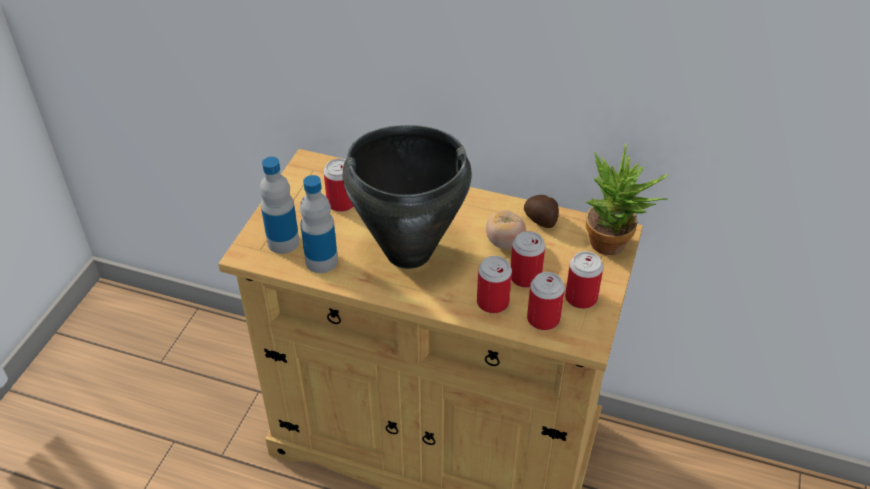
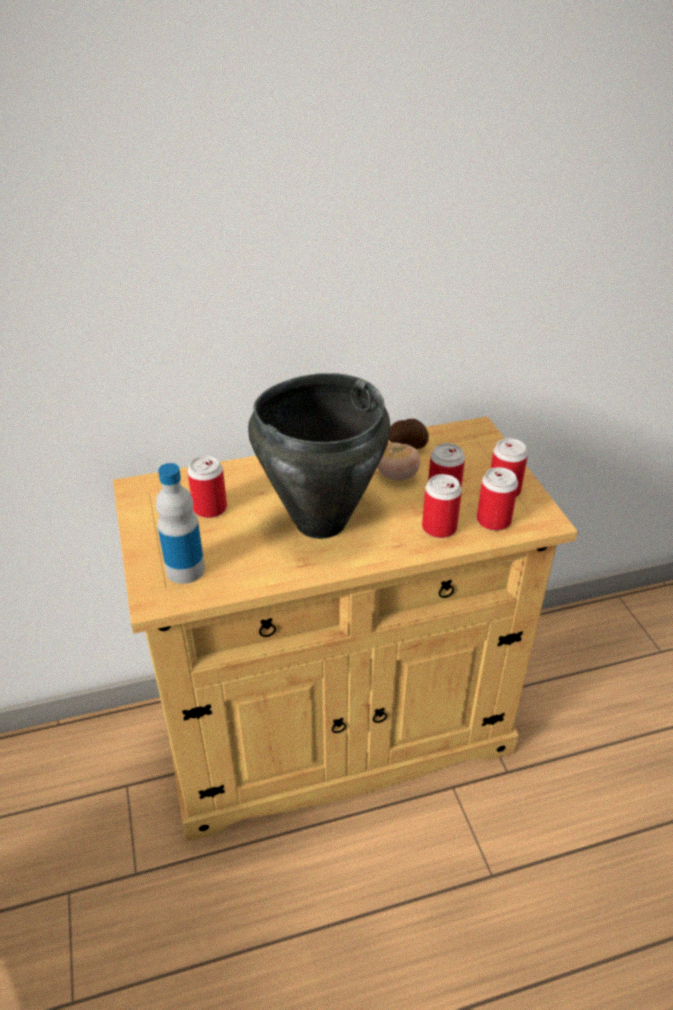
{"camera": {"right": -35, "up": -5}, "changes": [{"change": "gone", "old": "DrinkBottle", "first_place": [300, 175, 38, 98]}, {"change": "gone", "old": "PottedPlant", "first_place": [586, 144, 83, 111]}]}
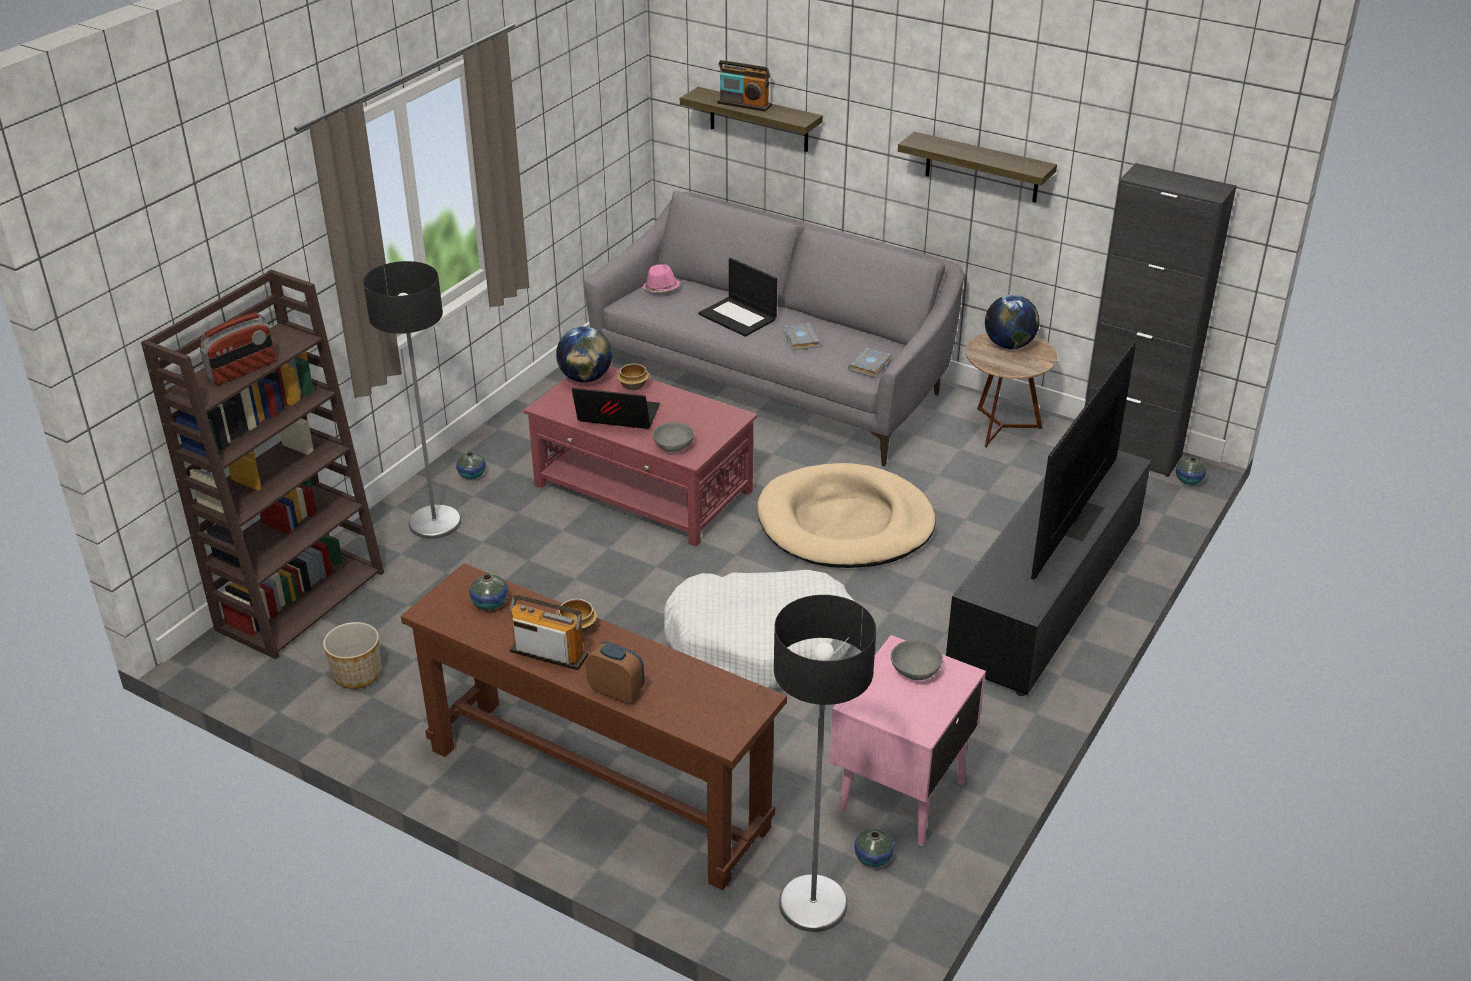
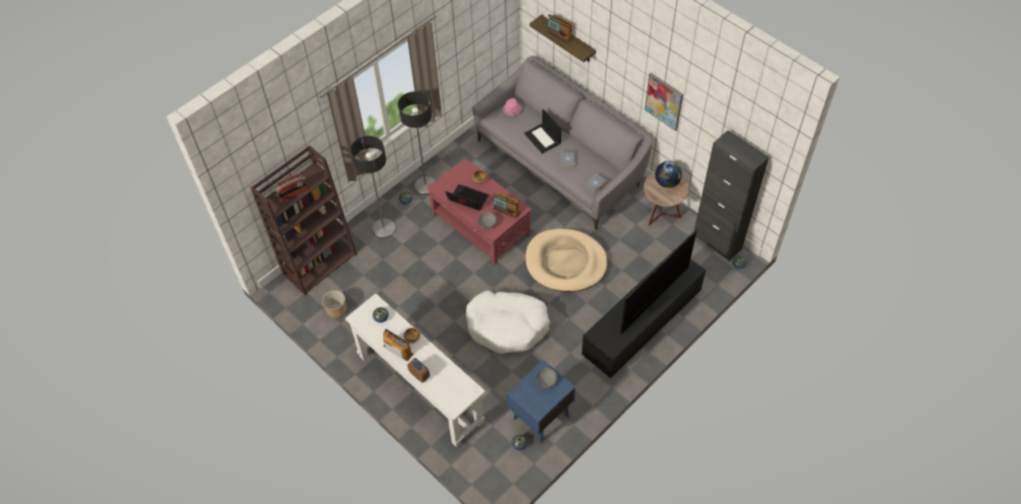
{"camera": {"right": 15, "up": 20}, "changes": [{"change": "repainted", "old": "BrownColouredNarrowTable", "new": "WhiteColouredNarrowTable", "first_place": [401, 563, 386, 327], "second_place": [345, 293, 140, 154]}, {"change": "shifted", "old": "StandardLamp", "first_place": [774, 595, 102, 337], "second_place": [398, 91, 38, 104]}, {"change": "new", "new": "RadioSet", "second_place": [493, 193, 28, 25]}, {"change": "repainted", "old": "PinkColouredNightstand", "new": "BlueNightstand", "first_place": [830, 635, 156, 210], "second_place": [507, 360, 68, 83]}, {"change": "swapped", "old": "WallShelf", "new": "WallPicture", "first_place": [898, 132, 159, 71], "second_place": [645, 73, 38, 58]}, {"change": "gone", "old": "DeskGlobe", "first_place": [556, 326, 56, 57]}]}
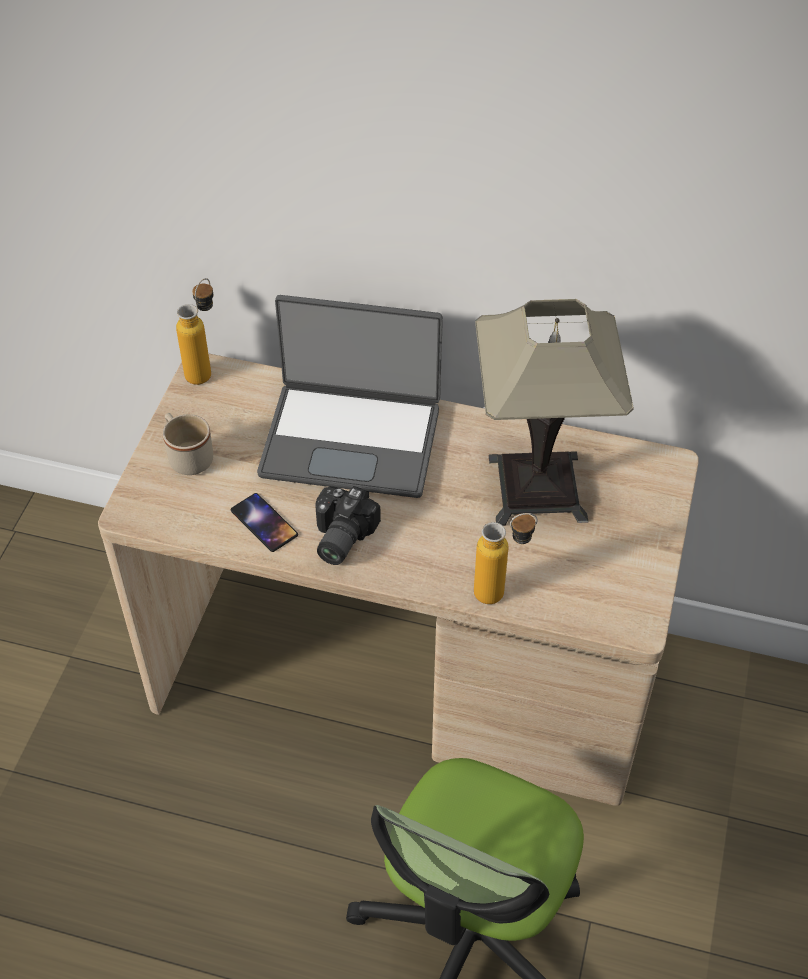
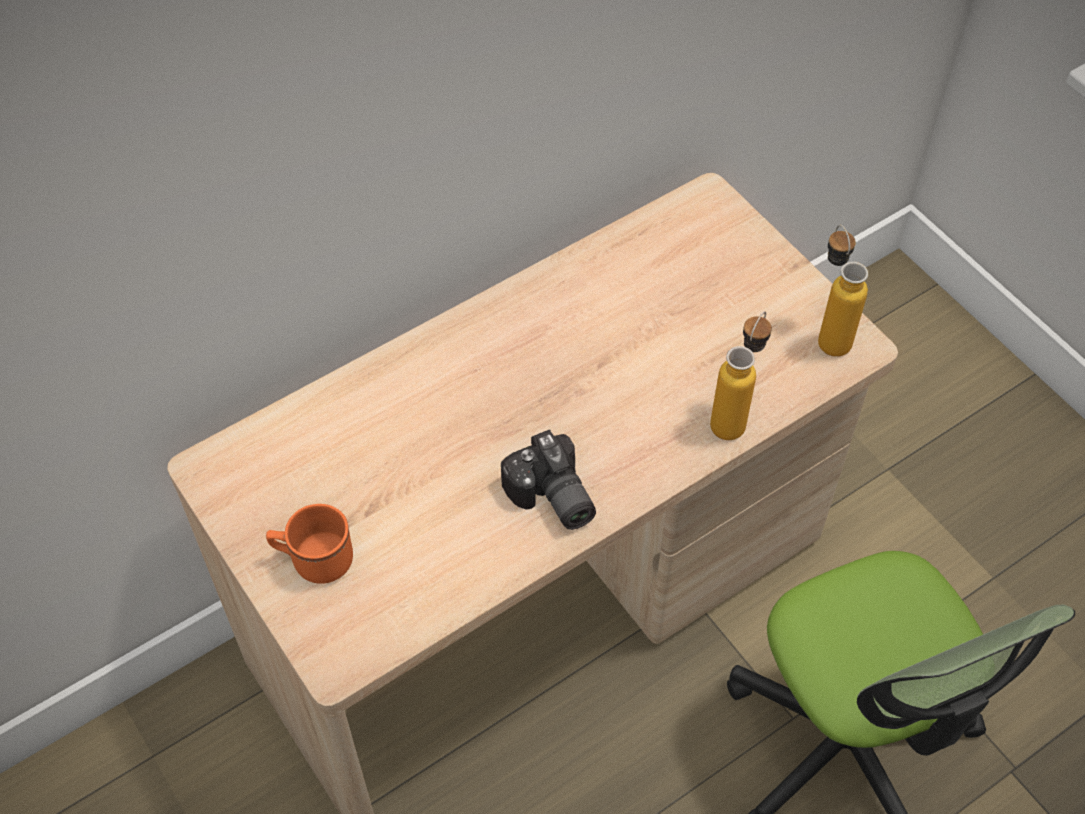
{"camera": {"right": -50, "up": 5}, "changes": [{"change": "repainted", "old": "BeigeColouredMug", "new": "OrangeMug", "first_place": [162, 413, 51, 62], "second_place": [266, 504, 87, 80]}, {"change": "shifted", "old": "DrinkBottle", "first_place": [176, 278, 37, 107], "second_place": [818, 225, 50, 132]}, {"change": "gone", "old": "Handset", "first_place": [231, 493, 67, 59]}, {"change": "gone", "old": "Laptop", "first_place": [257, 295, 186, 203]}, {"change": "gone", "old": "LampForATable", "first_place": [475, 299, 159, 227]}]}
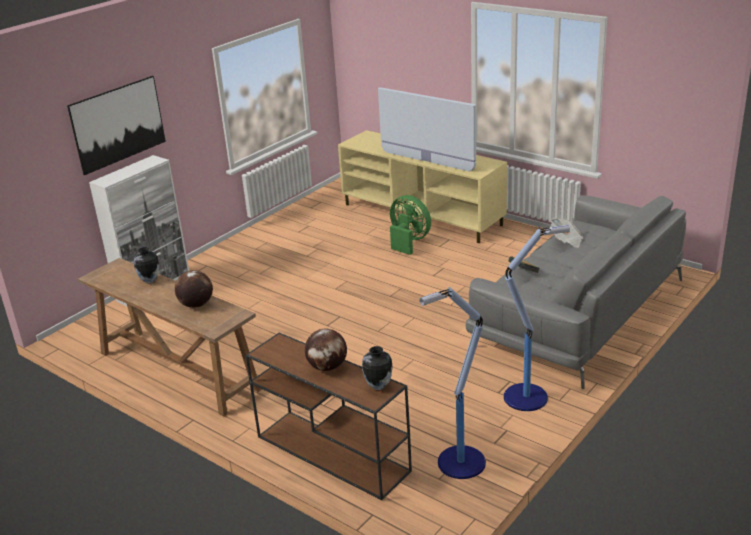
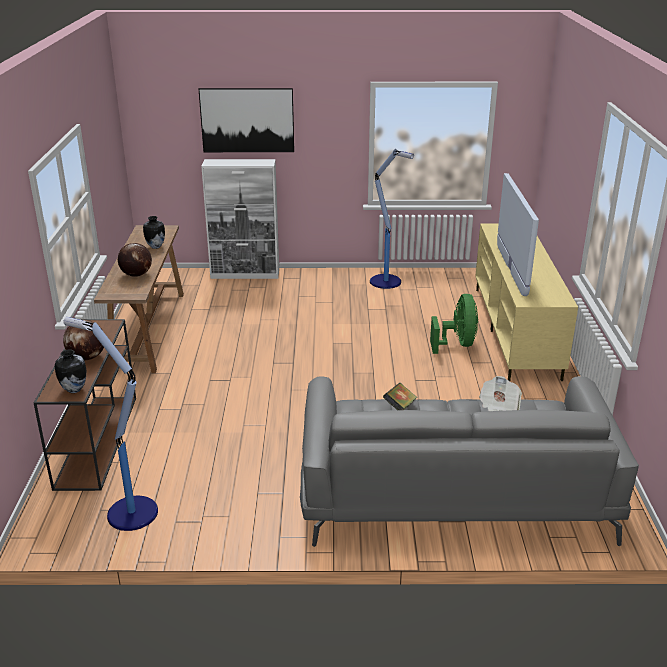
{"camera": {"right": 50, "up": 0}, "changes": [{"change": "shifted", "old": "StandardLamp", "first_place": [504, 225, 66, 186], "second_place": [370, 149, 44, 140]}]}
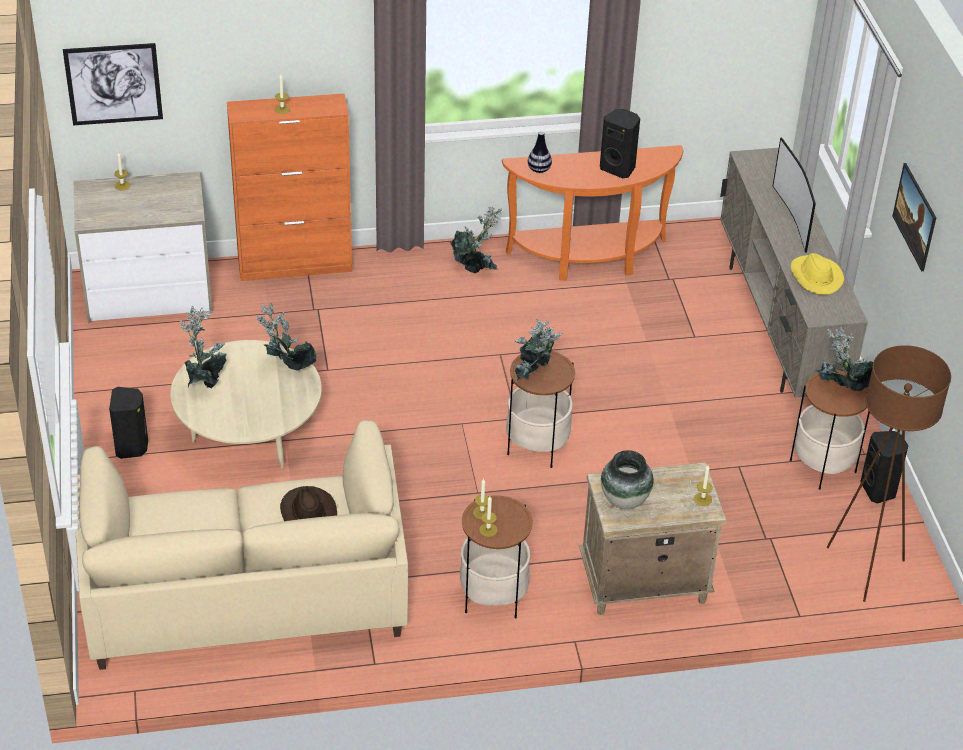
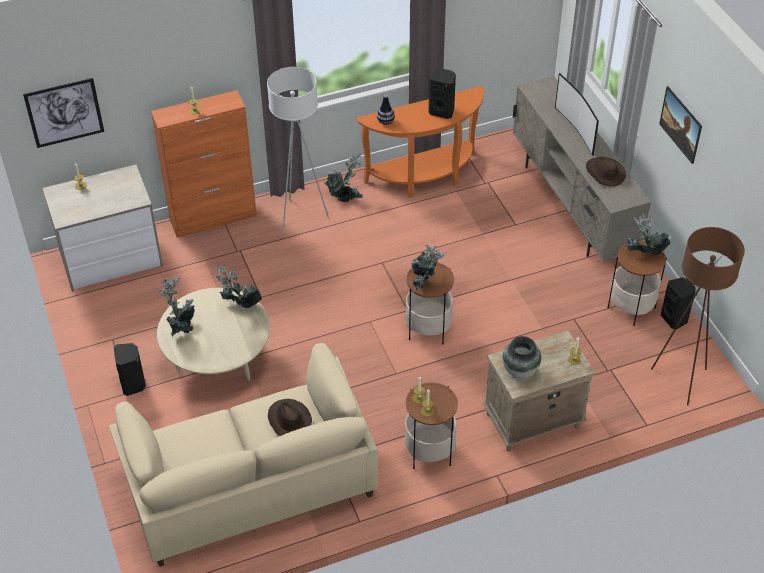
{"camera": {"right": -10, "up": 5}, "changes": [{"change": "new", "new": "WhiteColouredStandardLamp", "second_place": [267, 67, 62, 165]}, {"change": "repainted", "old": "YellowHat", "new": "BrownColouredHat", "first_place": [791, 253, 53, 42], "second_place": [586, 157, 40, 30]}]}
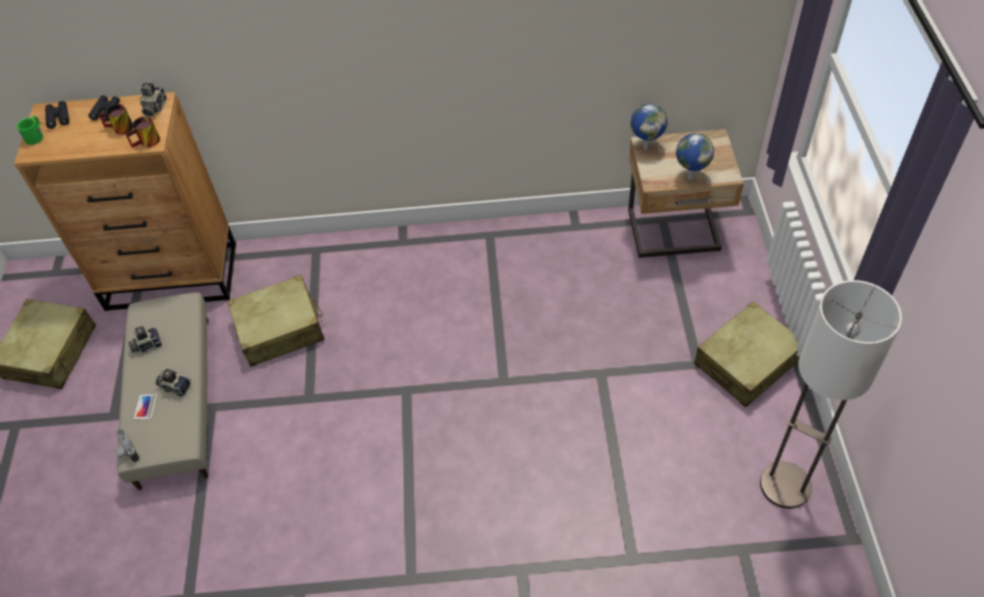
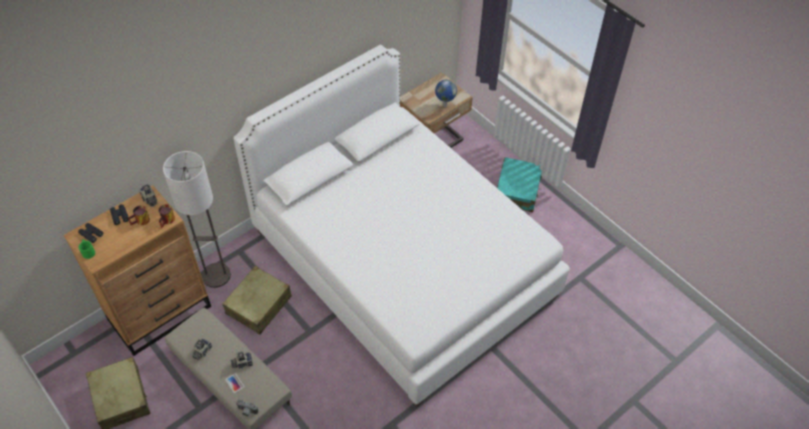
{"camera": {"right": -40, "up": 0}, "changes": [{"change": "shifted", "old": "StandardLamp", "first_place": [760, 280, 142, 229], "second_place": [163, 151, 68, 137]}, {"change": "new", "new": "WhiteColouredSleepingBed", "second_place": [233, 45, 337, 361]}, {"change": "repainted", "old": "BeigeColouredSuitcase", "new": "TurquoiseSuitcase", "first_place": [694, 302, 106, 105], "second_place": [497, 157, 45, 55]}, {"change": "gone", "old": "DeskGlobe", "first_place": [631, 103, 36, 47]}]}
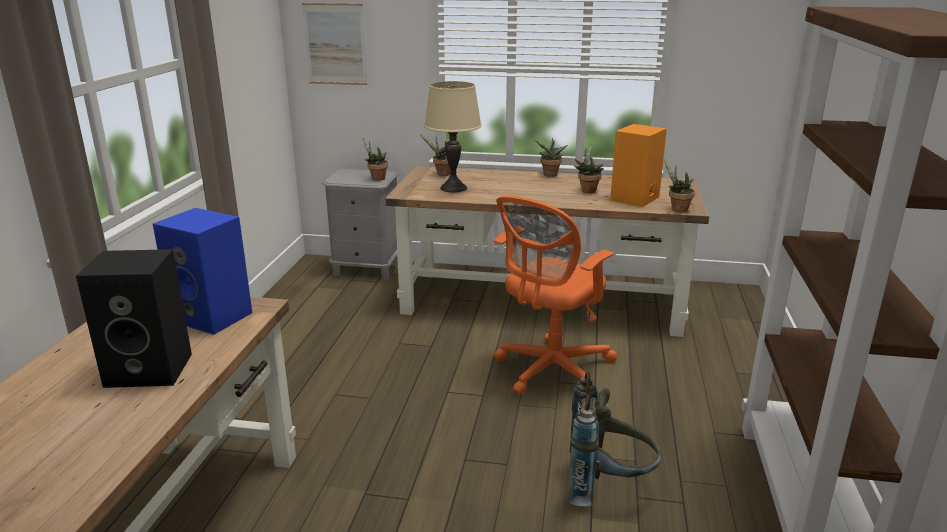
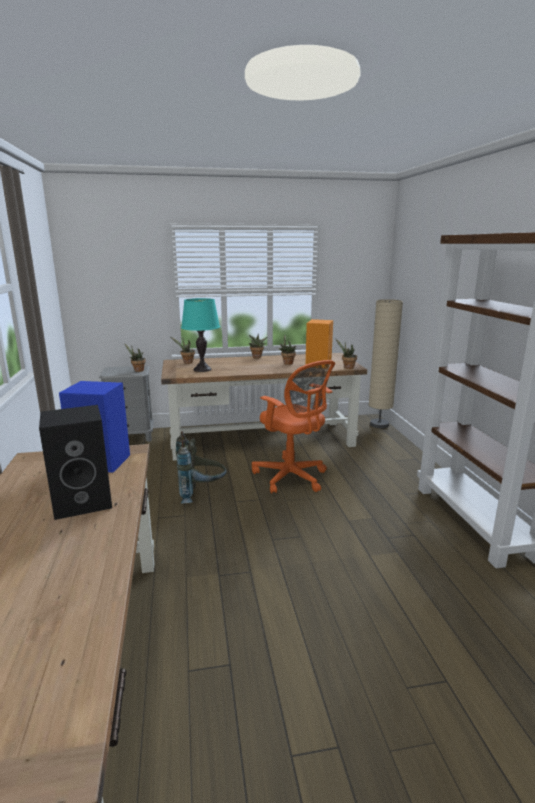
{"camera": {"right": -20, "up": -5}, "changes": [{"change": "shifted", "old": "GreyishRucksack", "first_place": [569, 372, 92, 134], "second_place": [176, 431, 51, 73]}, {"change": "repainted", "old": "BeigeColouredLampForATable", "new": "TurquoiseLampForATable", "first_place": [424, 81, 58, 111], "second_place": [181, 298, 39, 74]}, {"change": "rotated", "old": "OrangeComputerChair", "first_place": [494, 196, 123, 199], "second_place": [252, 360, 83, 134], "degrees": -60}, {"change": "new", "new": "BeigeColouredStandardLamp", "second_place": [369, 299, 34, 129]}, {"change": "gone", "old": "WallPicture", "first_place": [302, 3, 65, 82]}]}
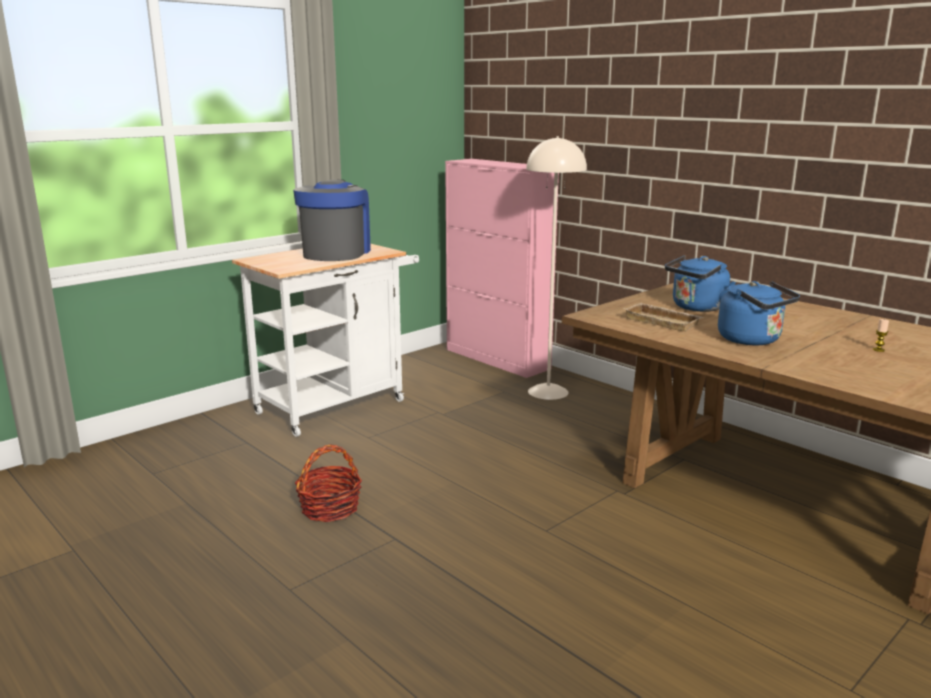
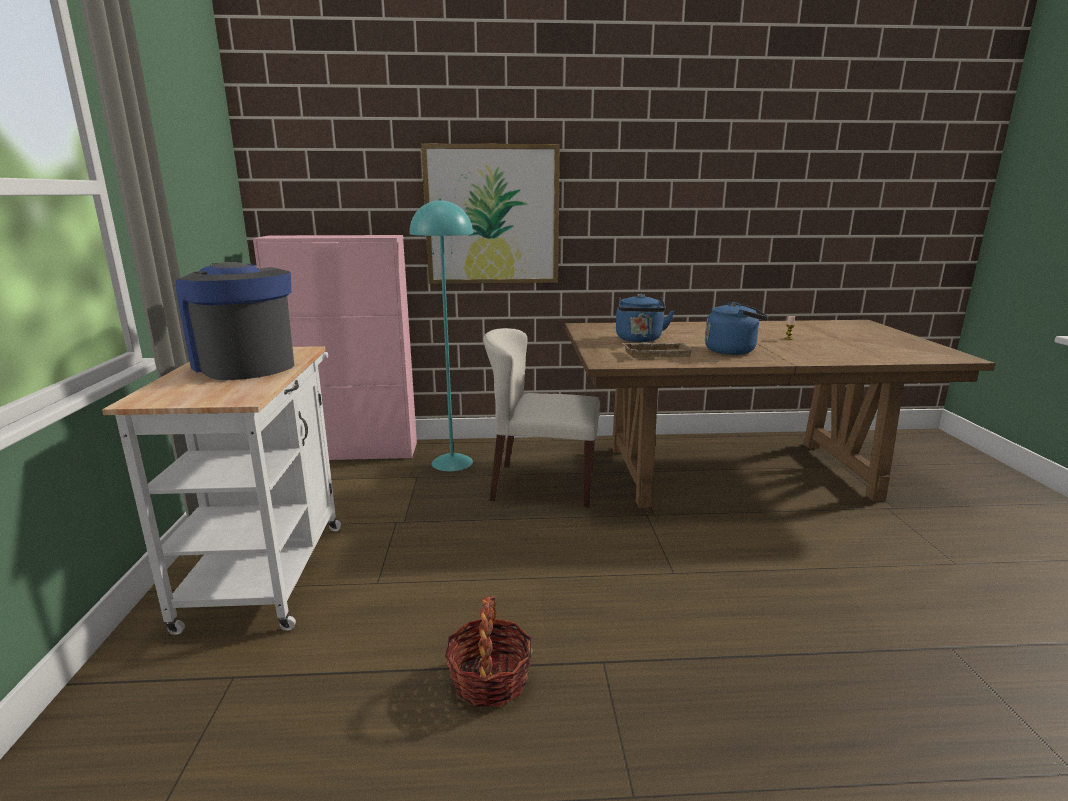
{"camera": {"right": -50, "up": 0}, "changes": [{"change": "repainted", "old": "BeigeColouredStandardLamp", "new": "TurquoiseStandardLamp", "first_place": [526, 136, 61, 264], "second_place": [409, 199, 64, 272]}, {"change": "new", "new": "WallPicture", "second_place": [421, 144, 139, 140]}, {"change": "new", "new": "BeigeColouredPlainChair", "second_place": [484, 328, 116, 179]}]}
